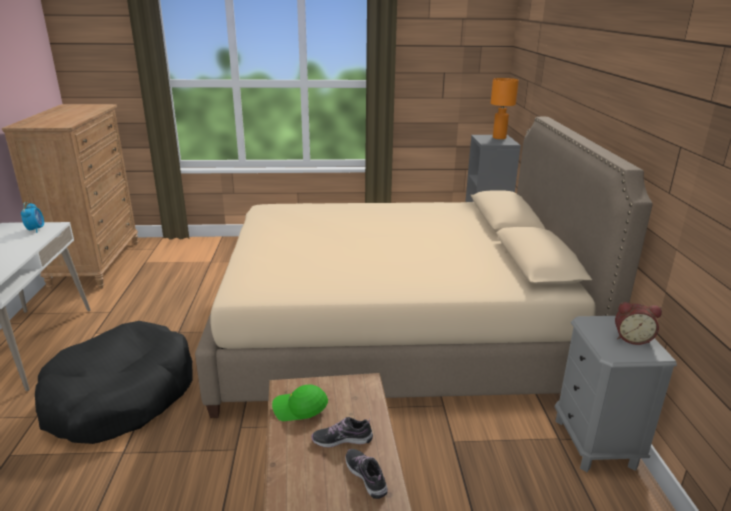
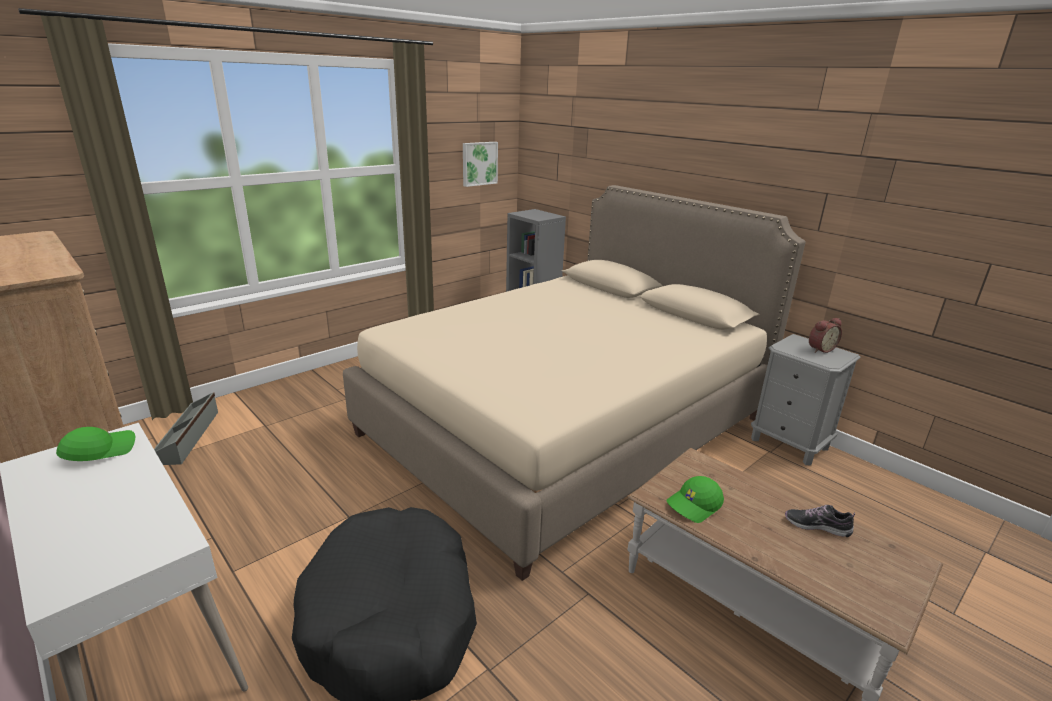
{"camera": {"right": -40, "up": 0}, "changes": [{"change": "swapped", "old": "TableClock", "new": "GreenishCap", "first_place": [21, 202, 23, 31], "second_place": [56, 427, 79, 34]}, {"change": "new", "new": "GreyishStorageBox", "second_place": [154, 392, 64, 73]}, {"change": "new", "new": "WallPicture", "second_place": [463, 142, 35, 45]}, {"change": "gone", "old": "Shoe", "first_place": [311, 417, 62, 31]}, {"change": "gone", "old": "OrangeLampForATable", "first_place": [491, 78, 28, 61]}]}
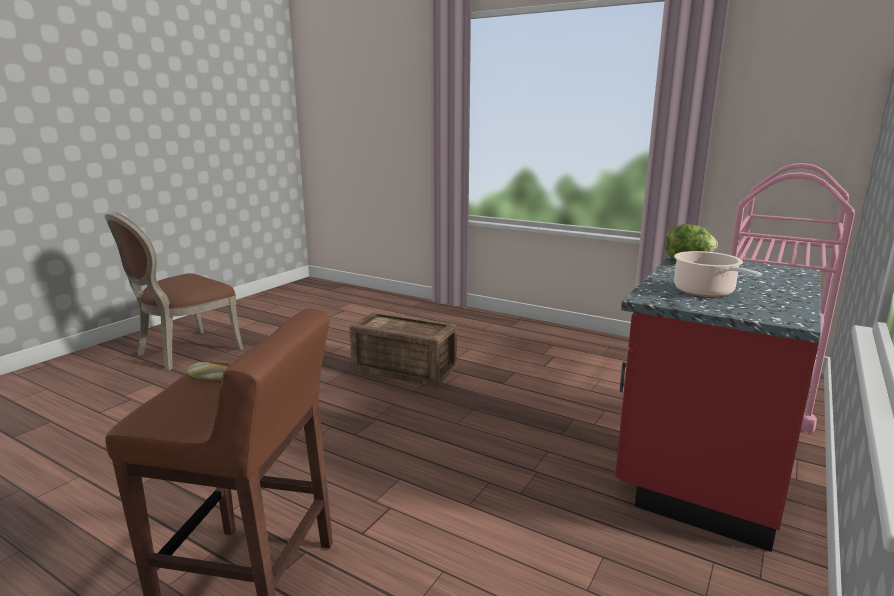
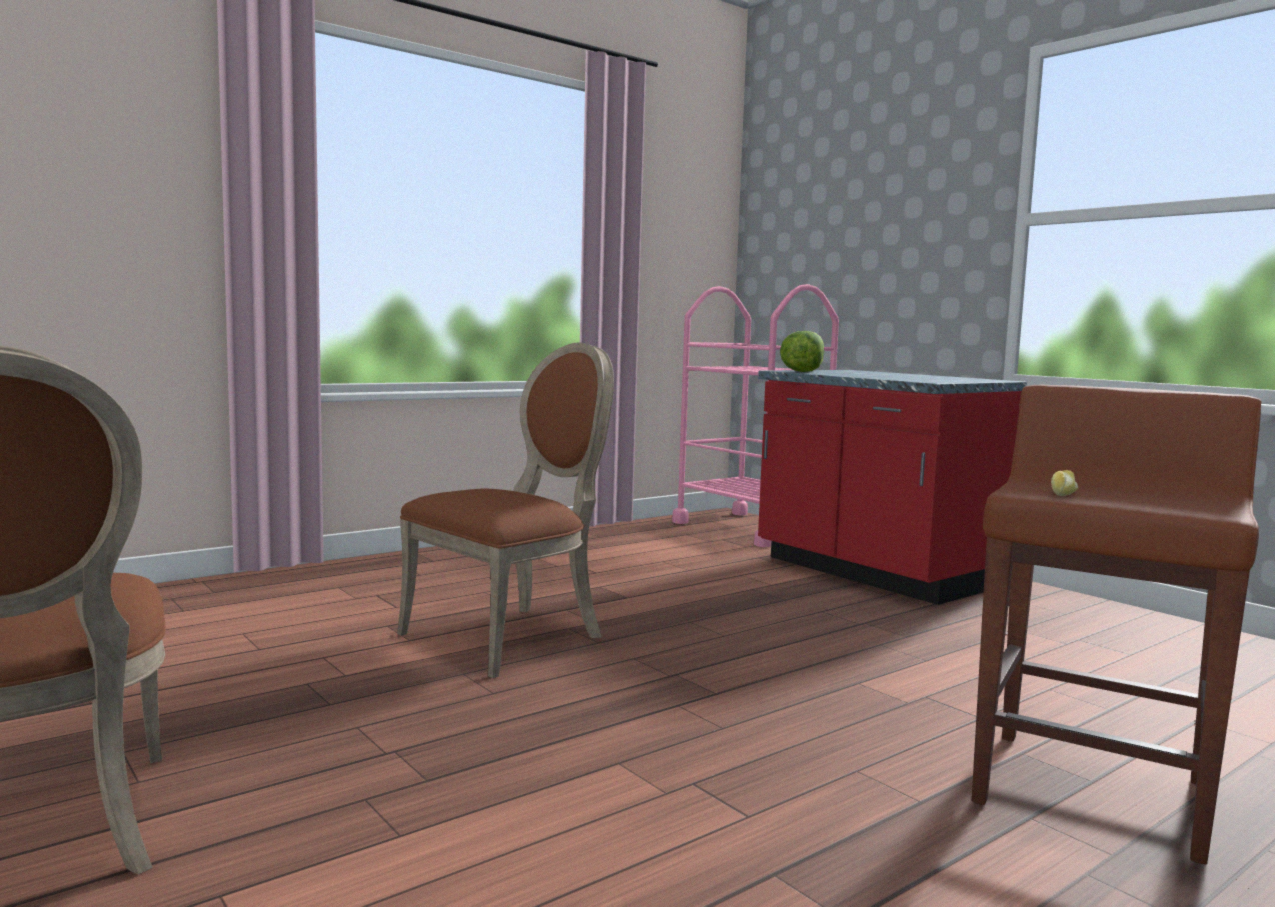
{"camera": {"right": -70, "up": -10}, "changes": [{"change": "swapped", "old": "PackingCrate", "new": "BrownColouredPlainChair", "first_place": [349, 312, 108, 75], "second_place": [397, 342, 217, 336]}, {"change": "gone", "old": "Saucepot", "first_place": [674, 251, 88, 46]}]}
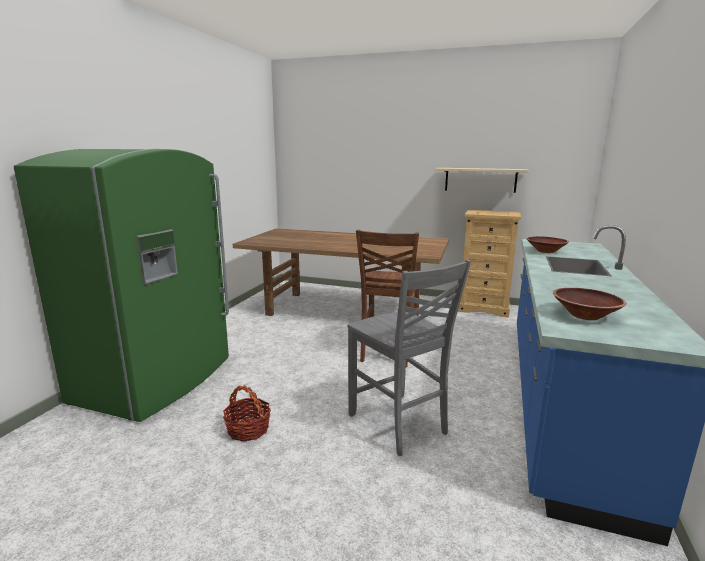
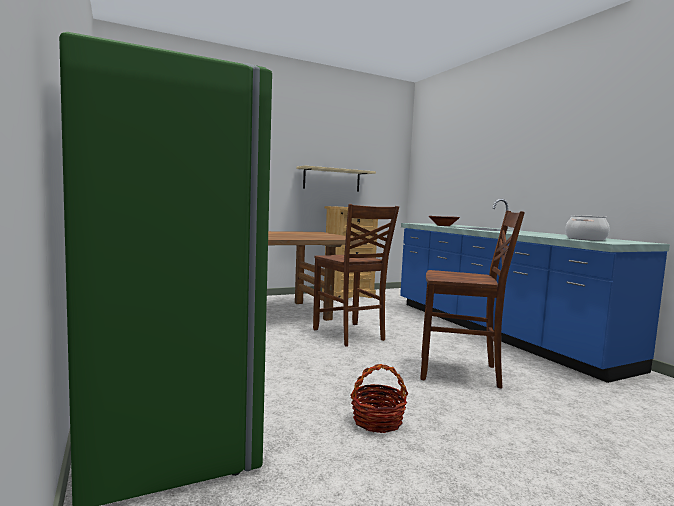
{"camera": {"right": -45, "up": -10}, "changes": [{"change": "repainted", "old": "GreyishPlainChair", "new": "BrownColouredPlainChair", "first_place": [347, 260, 124, 196], "second_place": [420, 211, 105, 178]}, {"change": "swapped", "old": "BrownColouredServingBowl", "new": "Saucepot", "first_place": [553, 288, 74, 32], "second_place": [565, 215, 45, 26]}]}
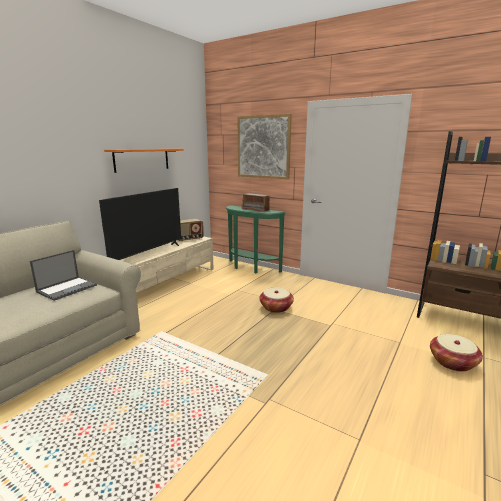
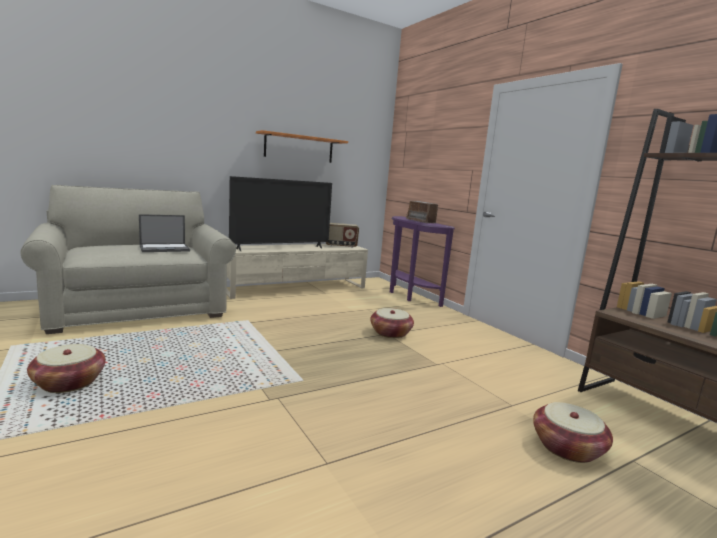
{"camera": {"right": 25, "up": -5}, "changes": [{"change": "new", "new": "HouseholdBasket", "second_place": [27, 344, 79, 49]}, {"change": "repainted", "old": "GreenishNarrowTable", "new": "PurplishNarrowTable", "first_place": [225, 205, 60, 68], "second_place": [390, 216, 65, 91]}, {"change": "gone", "old": "WallPicture", "first_place": [238, 114, 54, 65]}]}
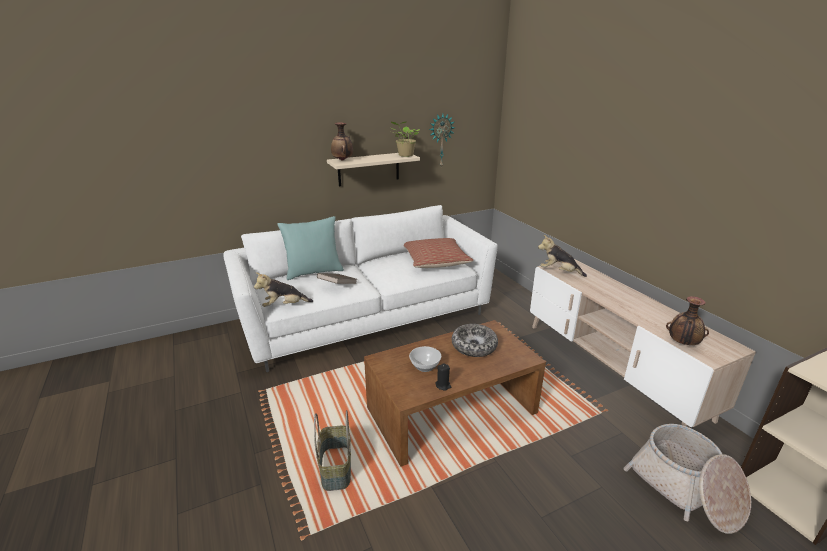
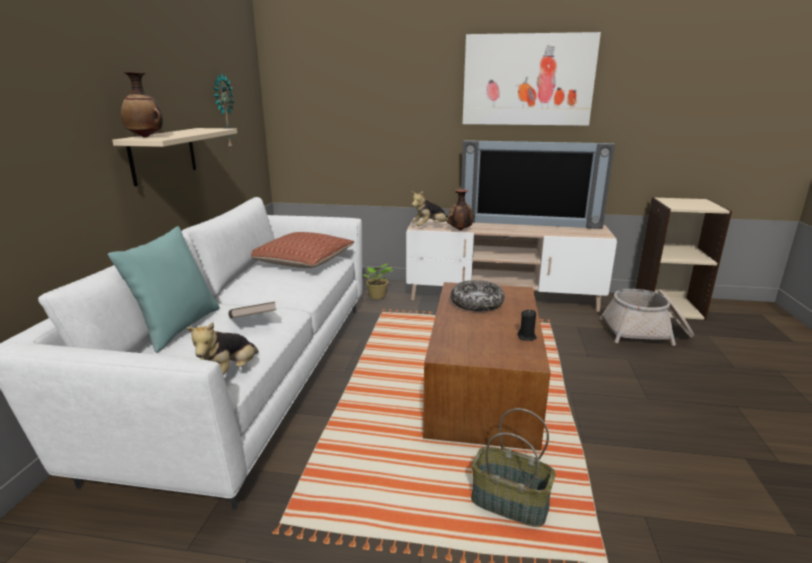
{"camera": {"right": -55, "up": -5}, "changes": [{"change": "shifted", "old": "PottedPlant", "first_place": [391, 121, 29, 36], "second_place": [363, 264, 30, 35]}, {"change": "shifted", "old": "Vase", "first_place": [666, 296, 43, 49], "second_place": [448, 189, 25, 41]}, {"change": "new", "new": "Television", "second_place": [461, 140, 154, 89]}, {"change": "new", "new": "WallPicture", "second_place": [463, 32, 138, 94]}, {"change": "gone", "old": "ServingBowl", "first_place": [409, 346, 32, 26]}]}
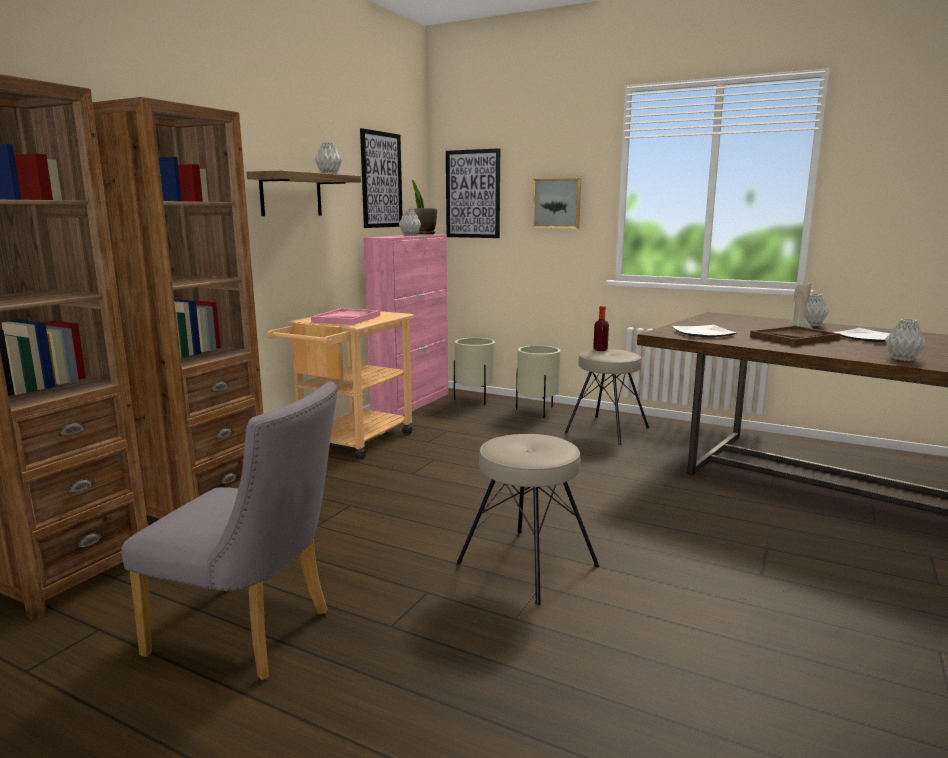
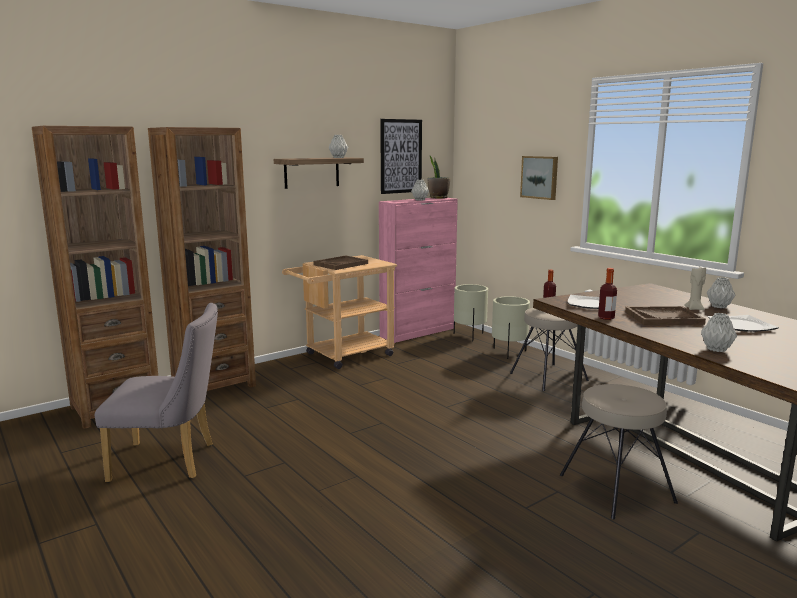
{"camera": {"right": 25, "up": 0}, "changes": [{"change": "rotated", "old": "GreyishPlainChair", "first_place": [121, 381, 217, 299], "second_place": [95, 303, 123, 179], "degrees": -45}, {"change": "repainted", "old": "PinkColouredCarryingTray", "new": "BrownColouredCarryingTray", "first_place": [311, 308, 69, 17], "second_place": [313, 256, 55, 14]}, {"change": "shifted", "old": "BeigeColouredSittingStool", "first_place": [457, 434, 143, 171], "second_place": [560, 384, 118, 136]}, {"change": "new", "new": "DrinkBottle", "second_place": [598, 268, 19, 52]}, {"change": "gone", "old": "WallPicture", "first_place": [446, 148, 54, 90]}]}
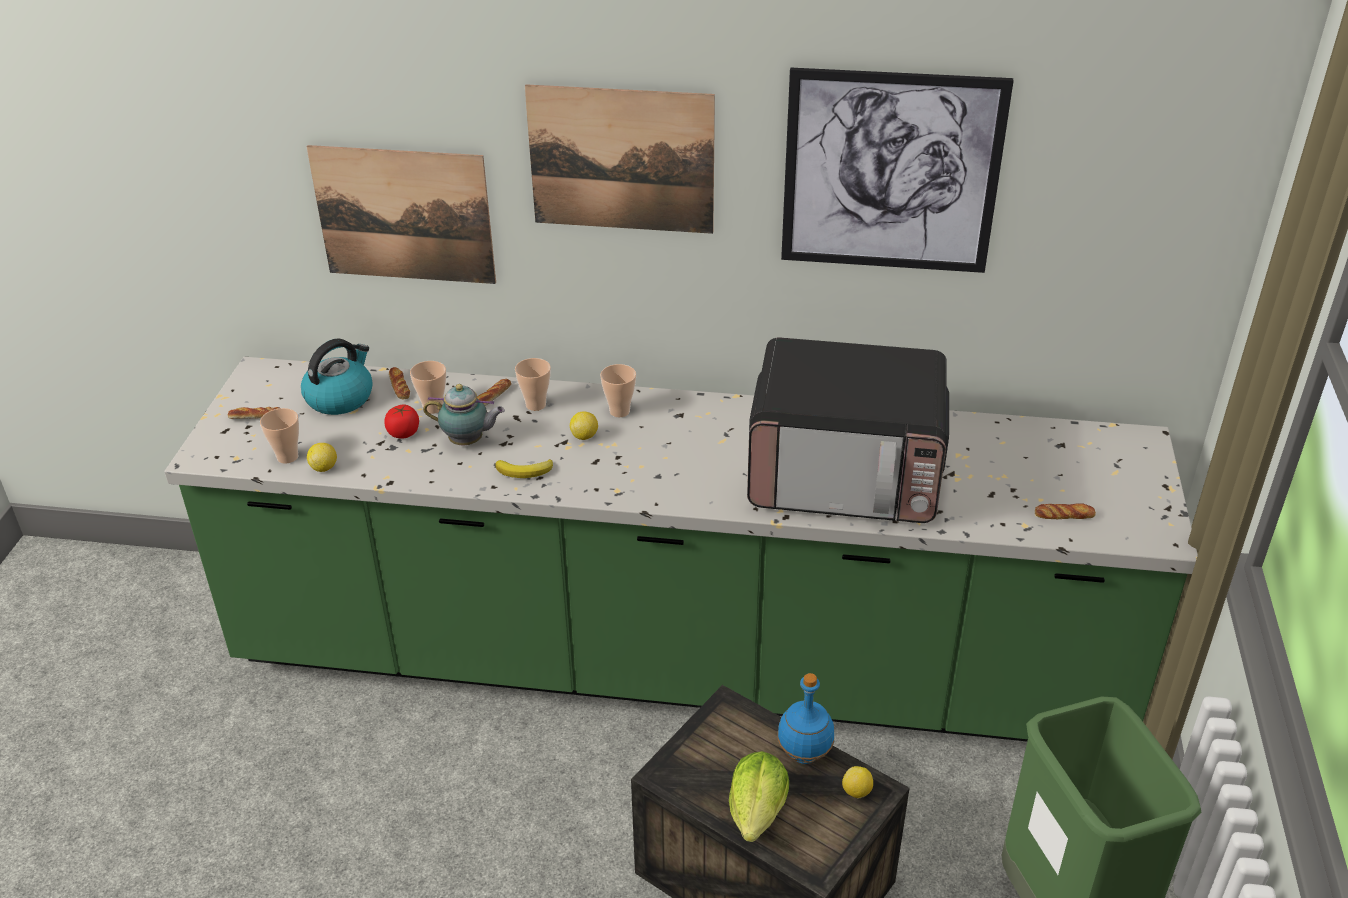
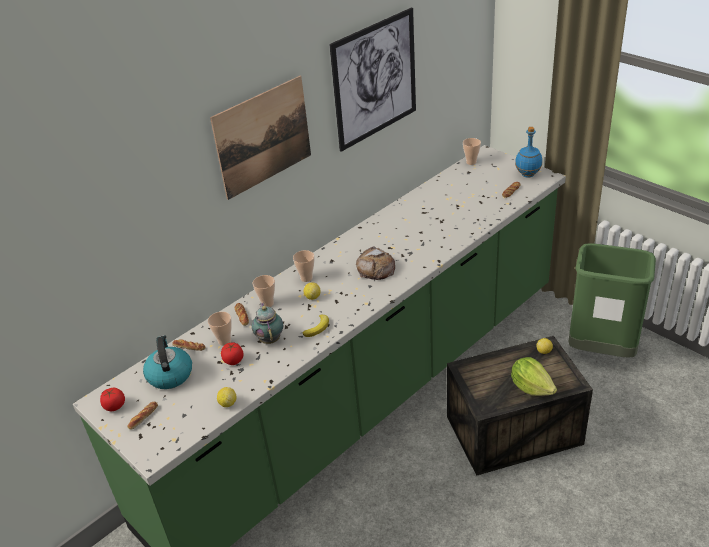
{"camera": {"right": -50, "up": 0}, "changes": [{"change": "new", "new": "FreshTomato", "second_place": [100, 388, 25, 23]}, {"change": "rotated", "old": "Teapot", "first_place": [423, 384, 82, 61], "second_place": [252, 303, 31, 41], "degrees": -60}, {"change": "new", "new": "BakedBread", "second_place": [356, 246, 39, 34]}, {"change": "shifted", "old": "DrinkingCup", "first_place": [260, 408, 39, 55], "second_place": [463, 138, 18, 27]}, {"change": "shifted", "old": "BlueDrinkBottle", "first_place": [777, 673, 57, 91], "second_place": [515, 127, 27, 51]}, {"change": "gone", "old": "WallPicture", "first_place": [307, 145, 189, 139]}, {"change": "gone", "old": "MicrowaveOven", "first_place": [747, 338, 202, 185]}]}
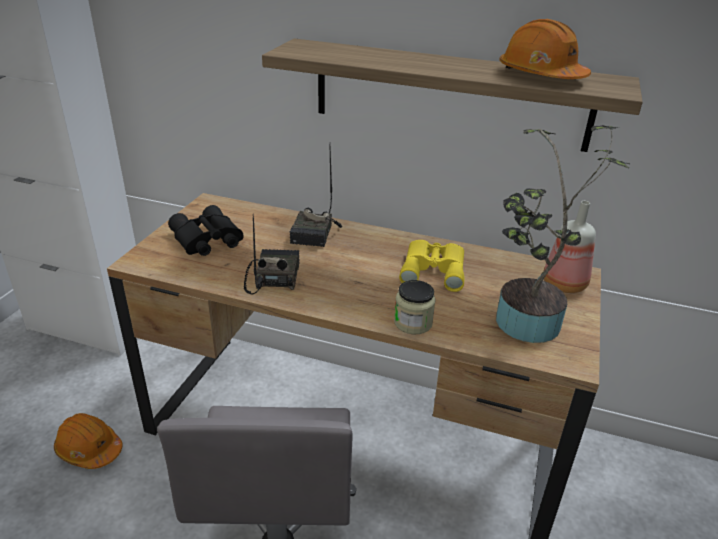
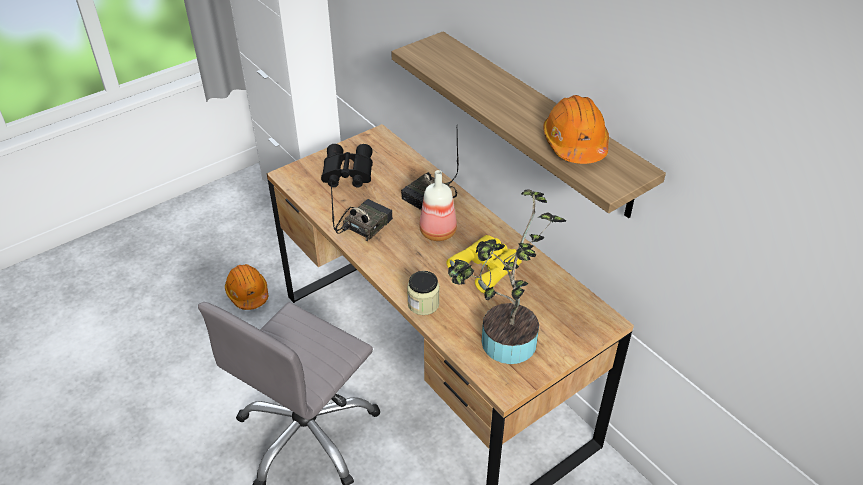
{"camera": {"right": 35, "up": 10}, "changes": [{"change": "shifted", "old": "DrinkBottle", "first_place": [543, 201, 53, 92], "second_place": [419, 170, 38, 71]}]}
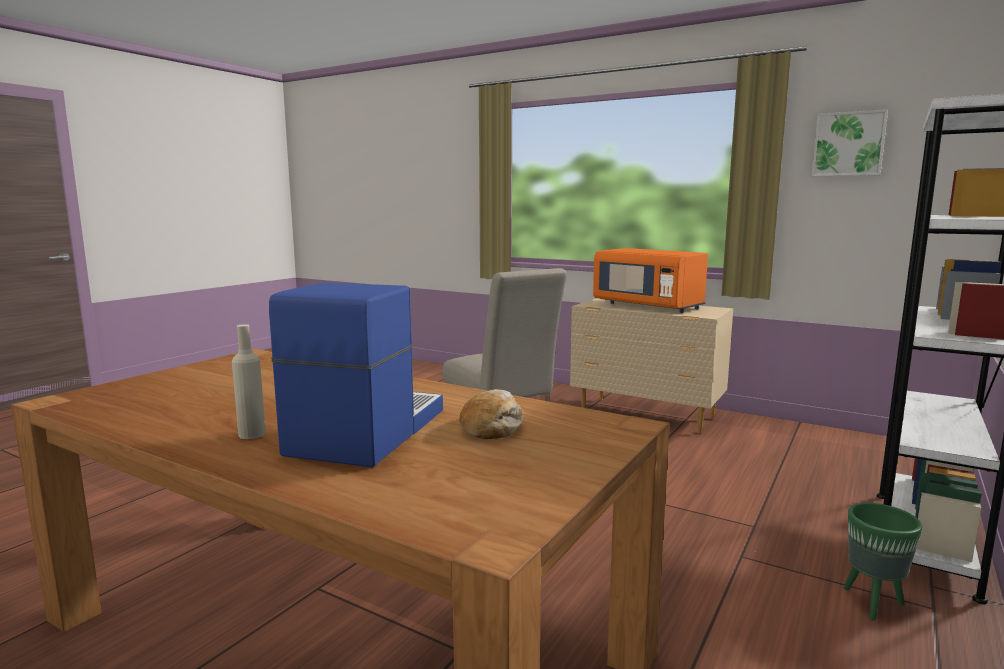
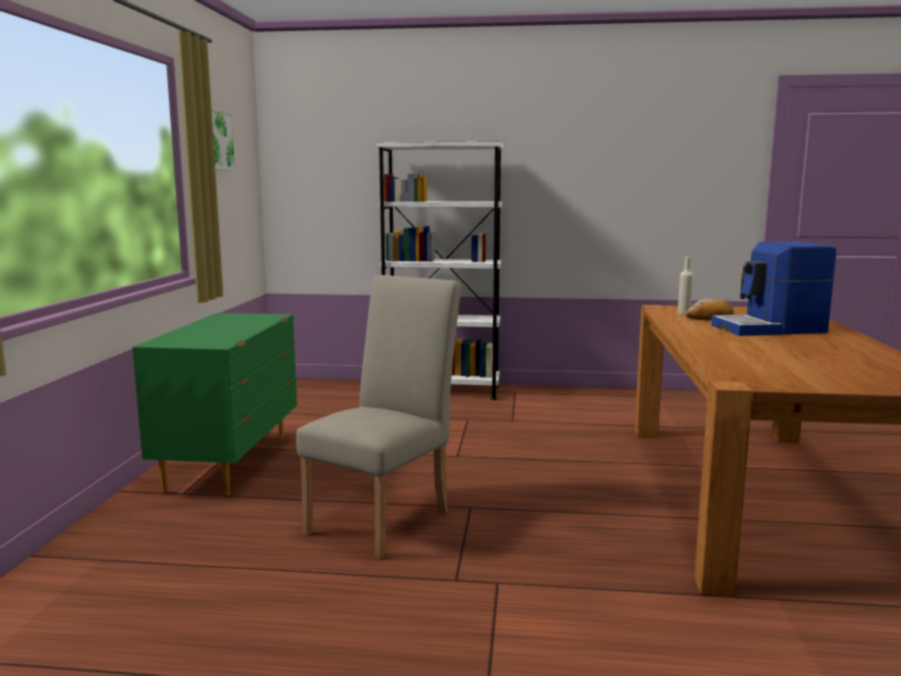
{"camera": {"right": -115, "up": 0}, "changes": [{"change": "repainted", "old": "BeigeColouredDresser", "new": "GreenishDresser", "first_place": [570, 298, 163, 136], "second_place": [132, 313, 165, 183]}, {"change": "shifted", "old": "BeigeColouredDrinkBottle", "first_place": [232, 324, 34, 115], "second_place": [678, 257, 16, 58]}, {"change": "gone", "old": "OrangeMicrowaveOven", "first_place": [593, 248, 115, 65]}, {"change": "gone", "old": "GreenishPlanter", "first_place": [843, 503, 79, 118]}]}
